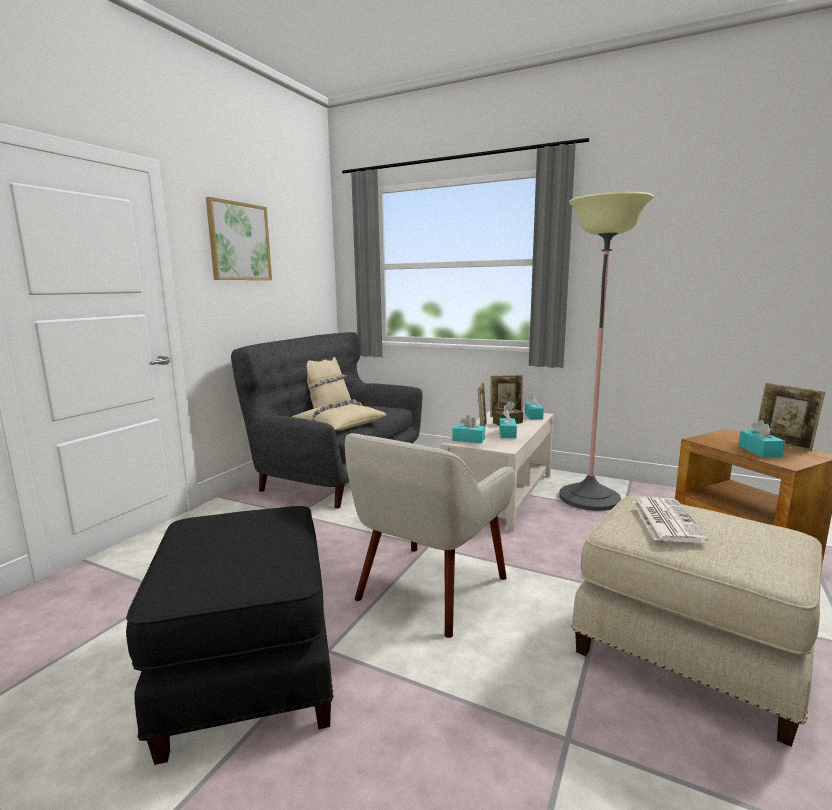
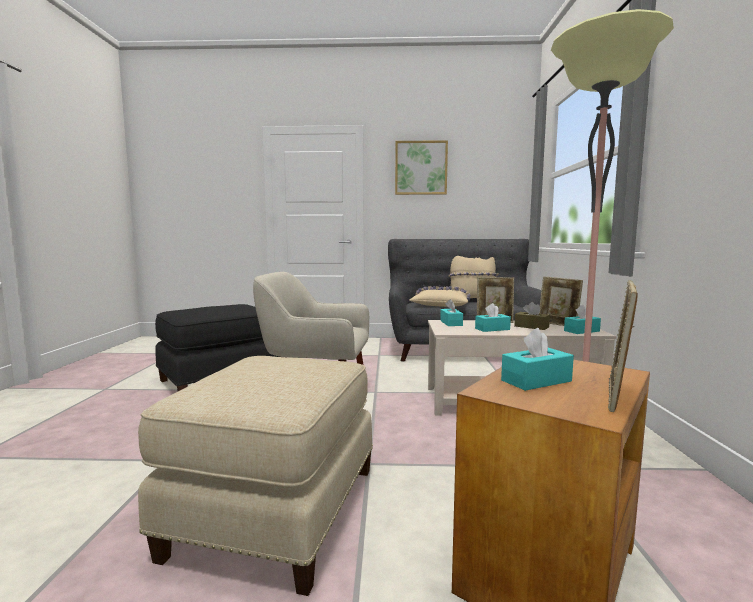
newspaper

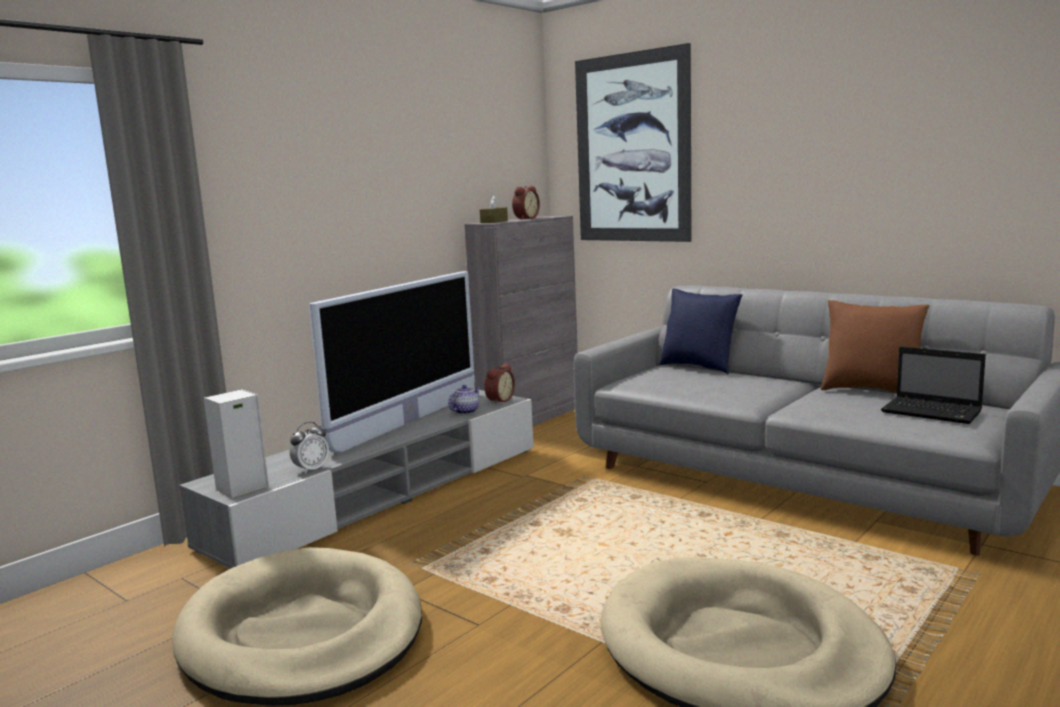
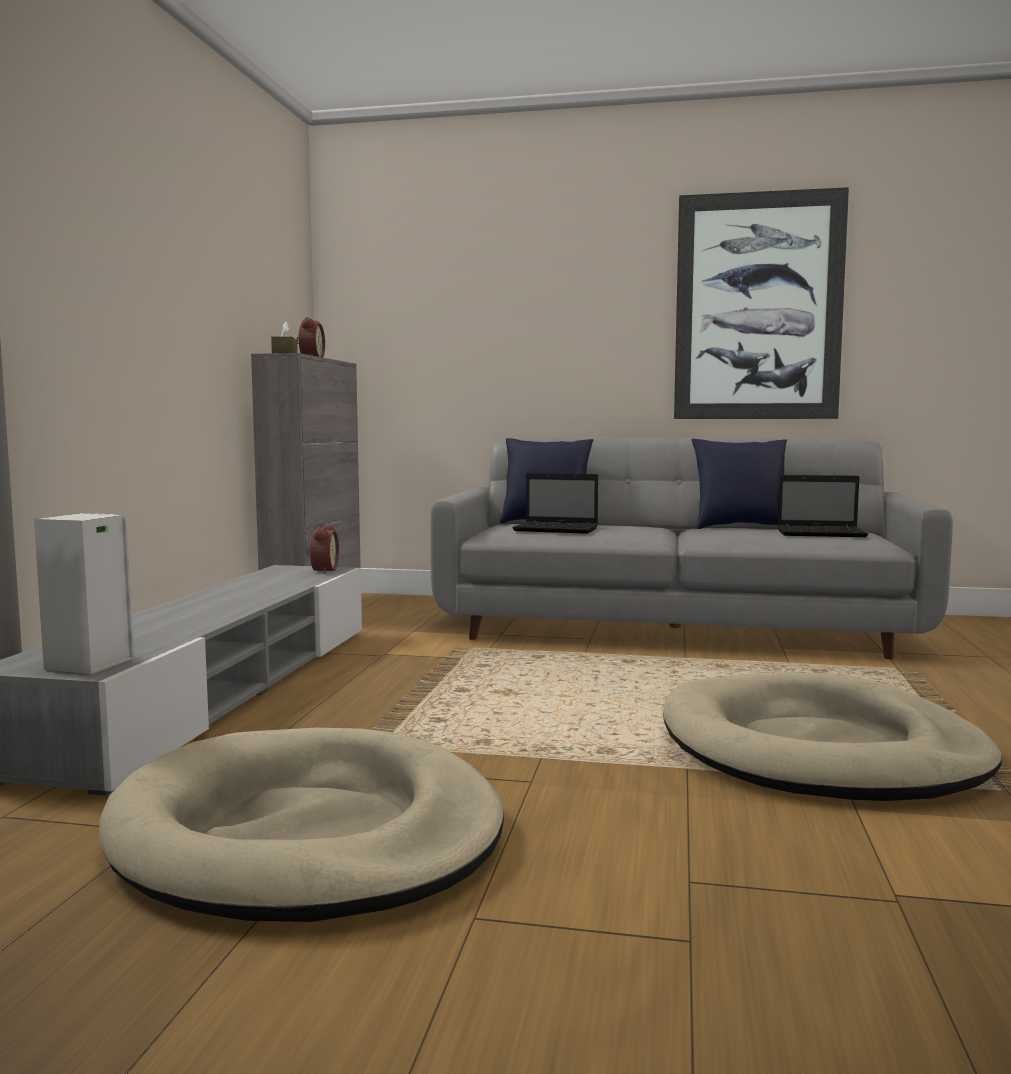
laptop (no. 1 from left)
picture
blue_pillow (no. 2 from left)
alarm_clock (no. 1 from left in the first image)
television
teapot

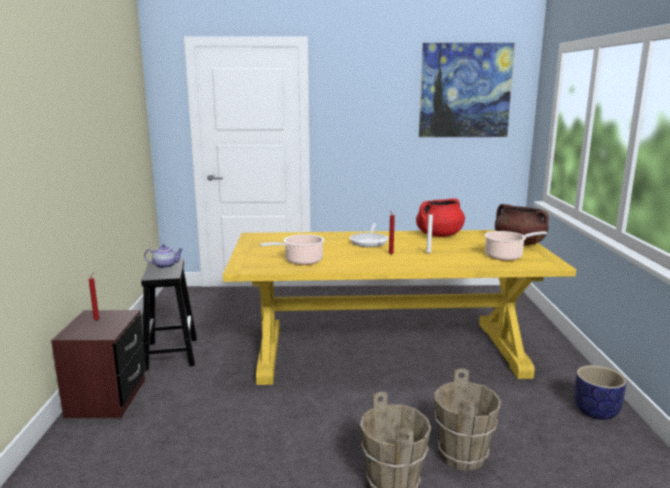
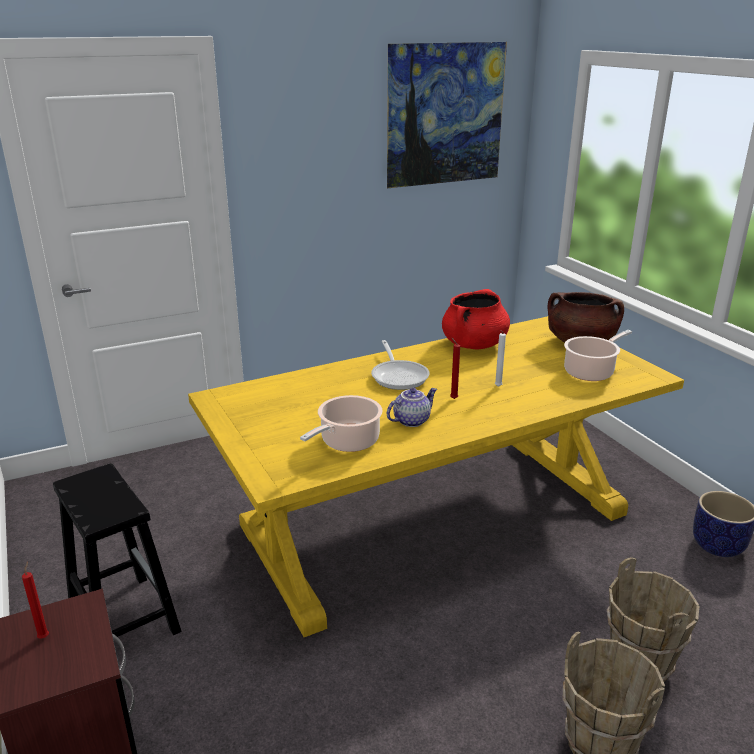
teapot

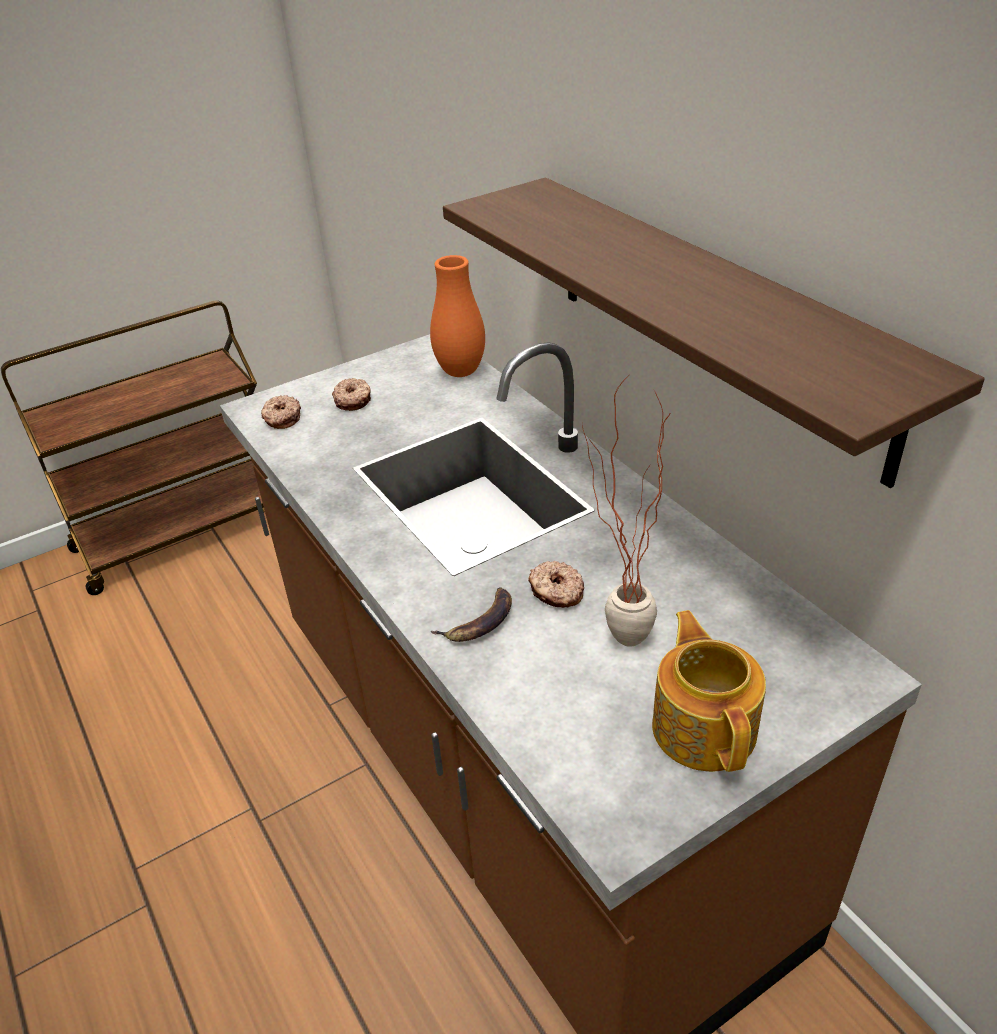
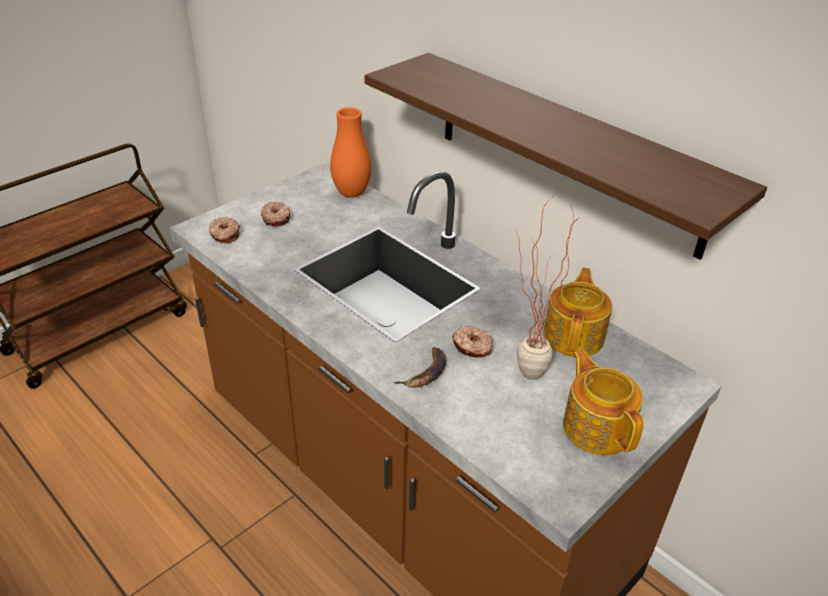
teapot (no. 1 from left)

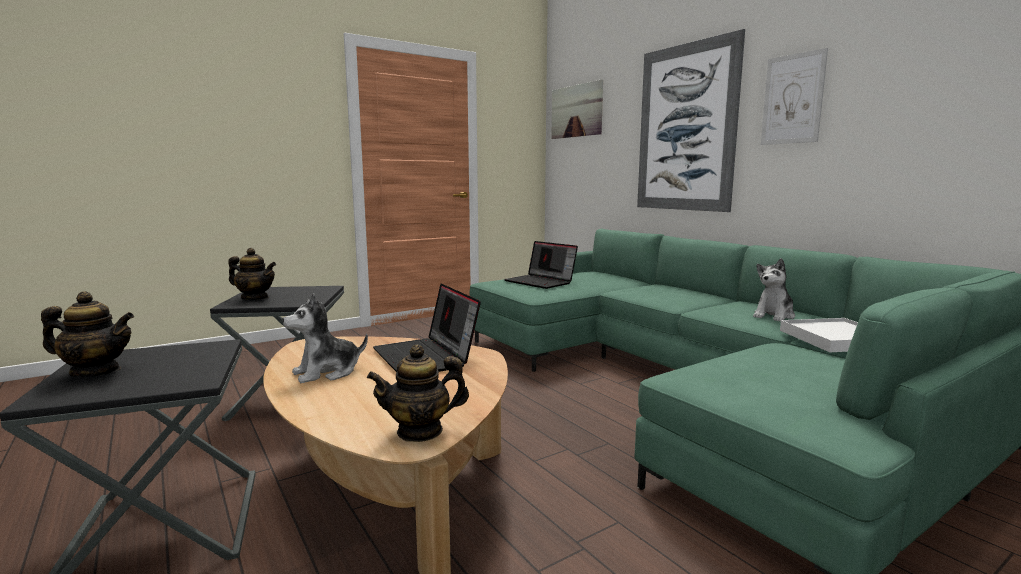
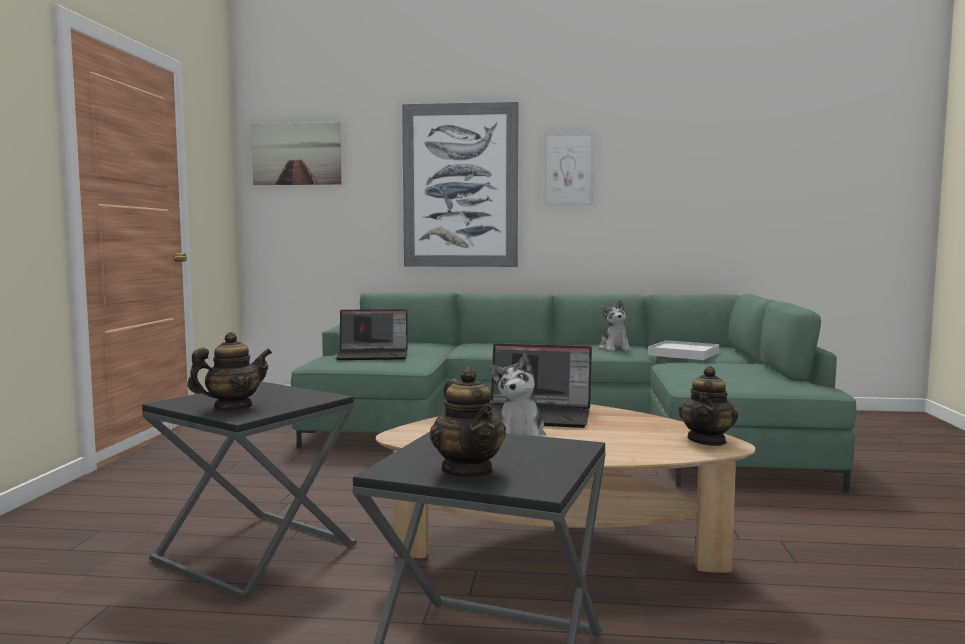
teapot (no. 2 from left)

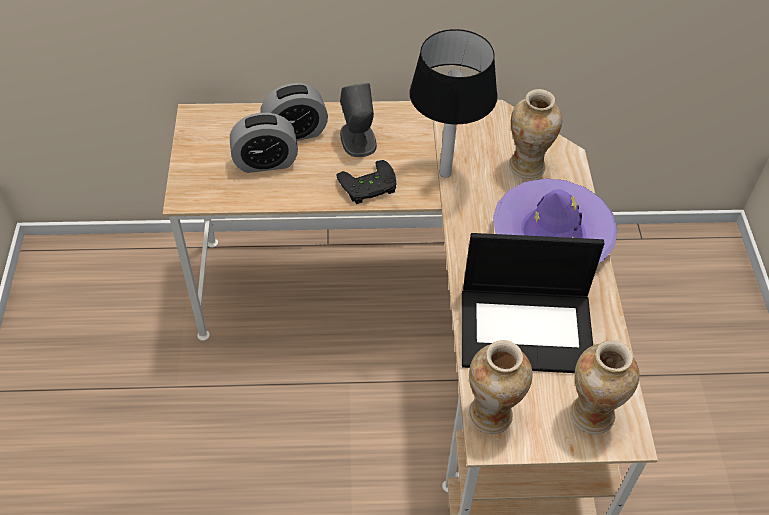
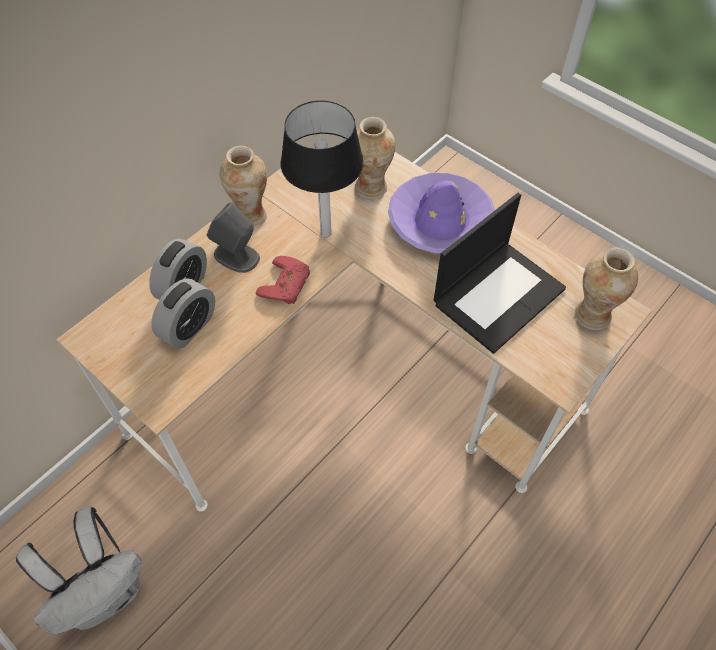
white_backpack
vase (no. 1 from left)
red_game_controller

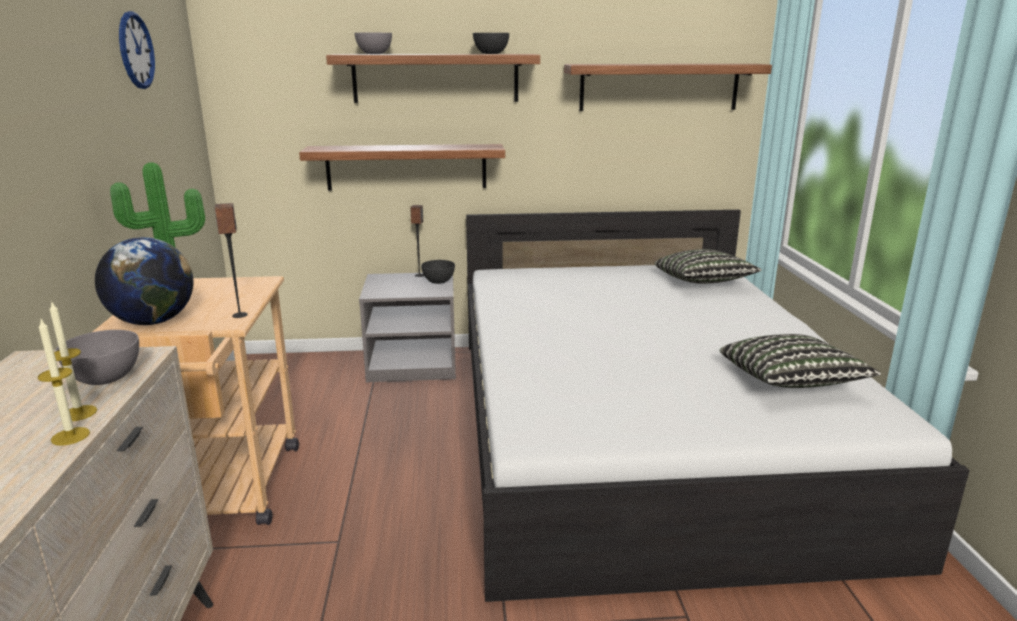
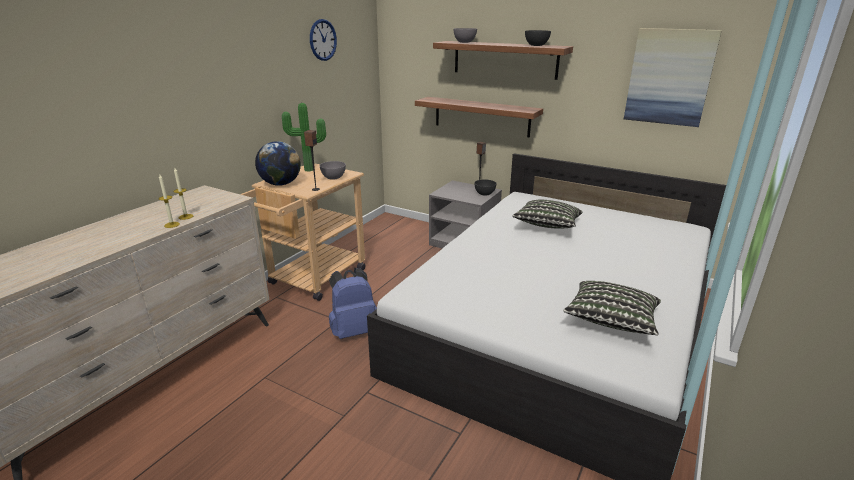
grey_bowl (no. 1 from left)
blue_backpack
pillow (no. 1 from left)
picture

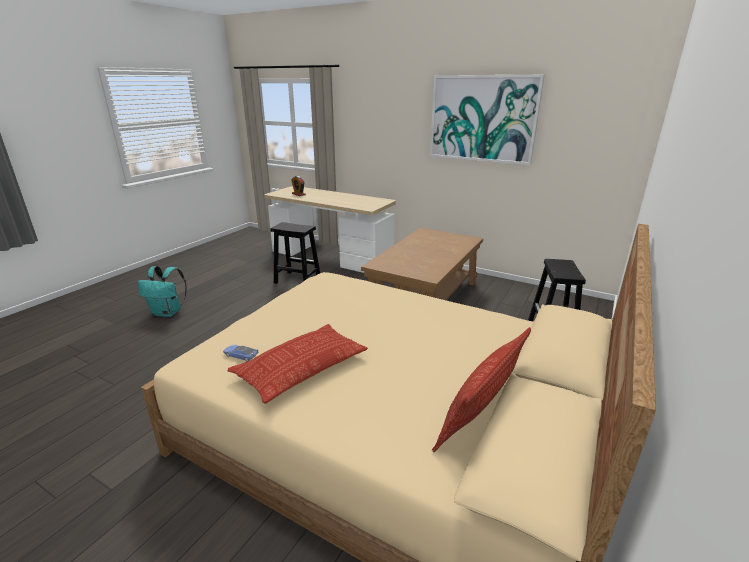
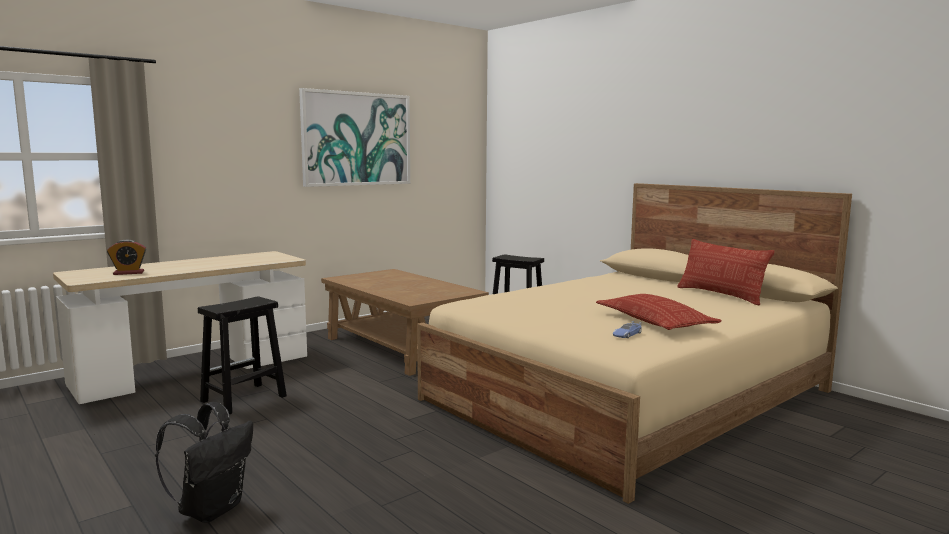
black_backpack

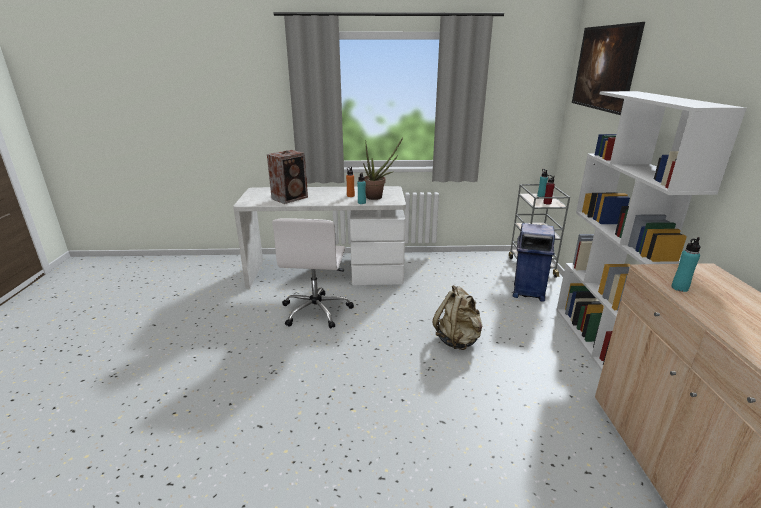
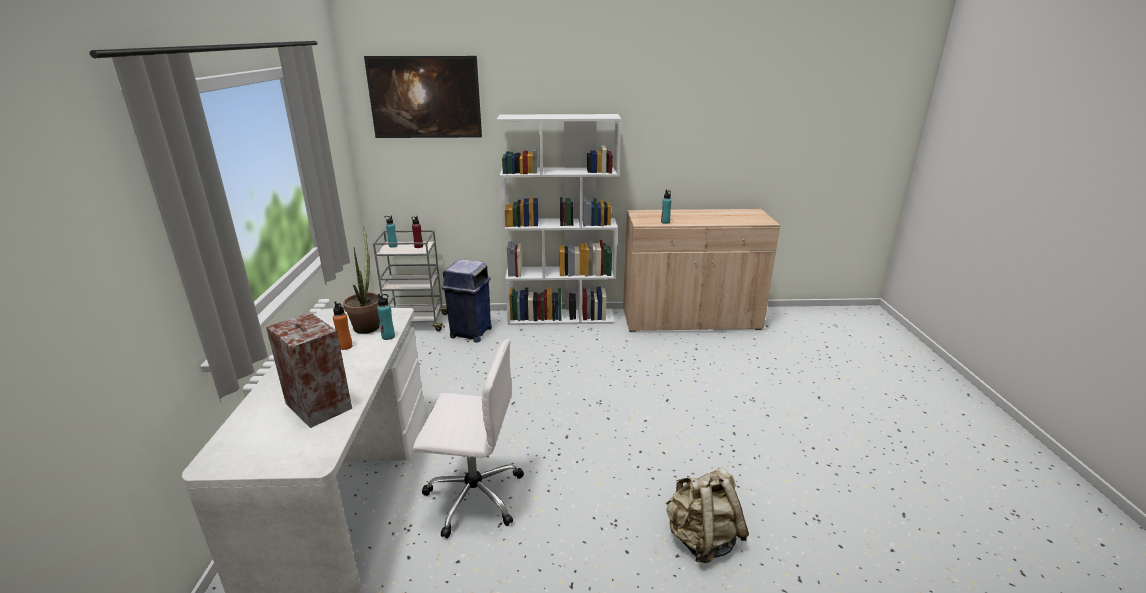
beige_backpack

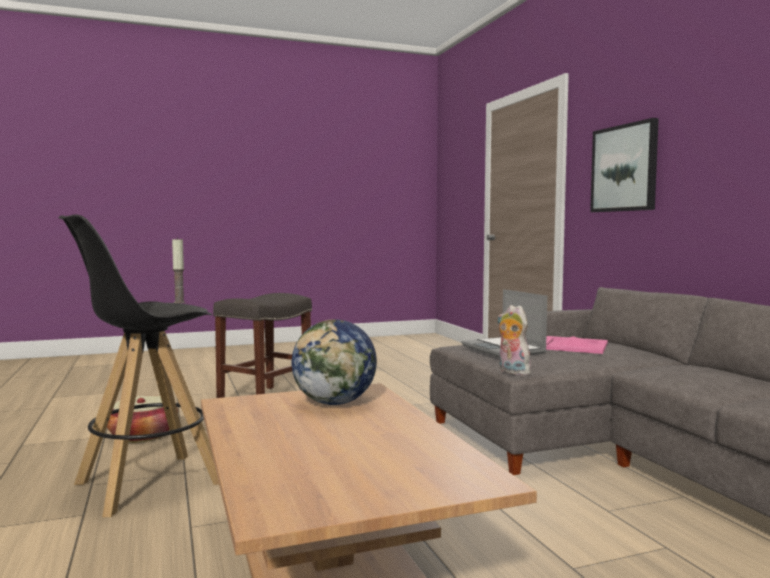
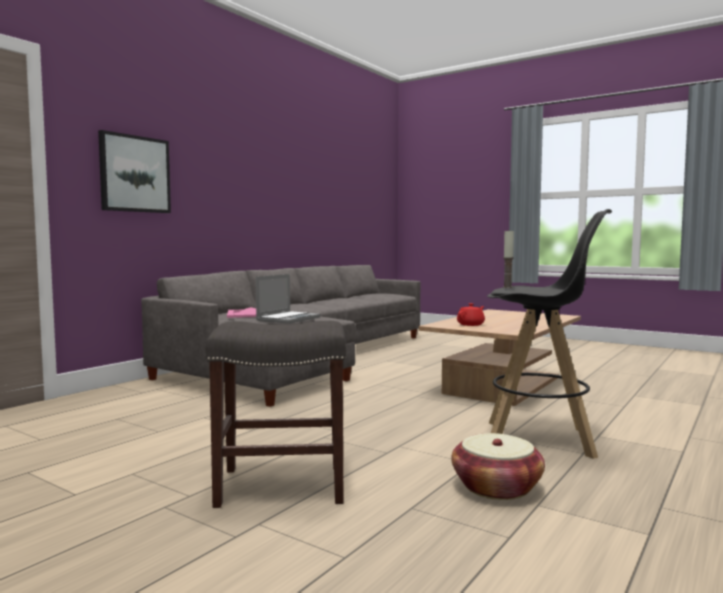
red_teapot
plush_toy

